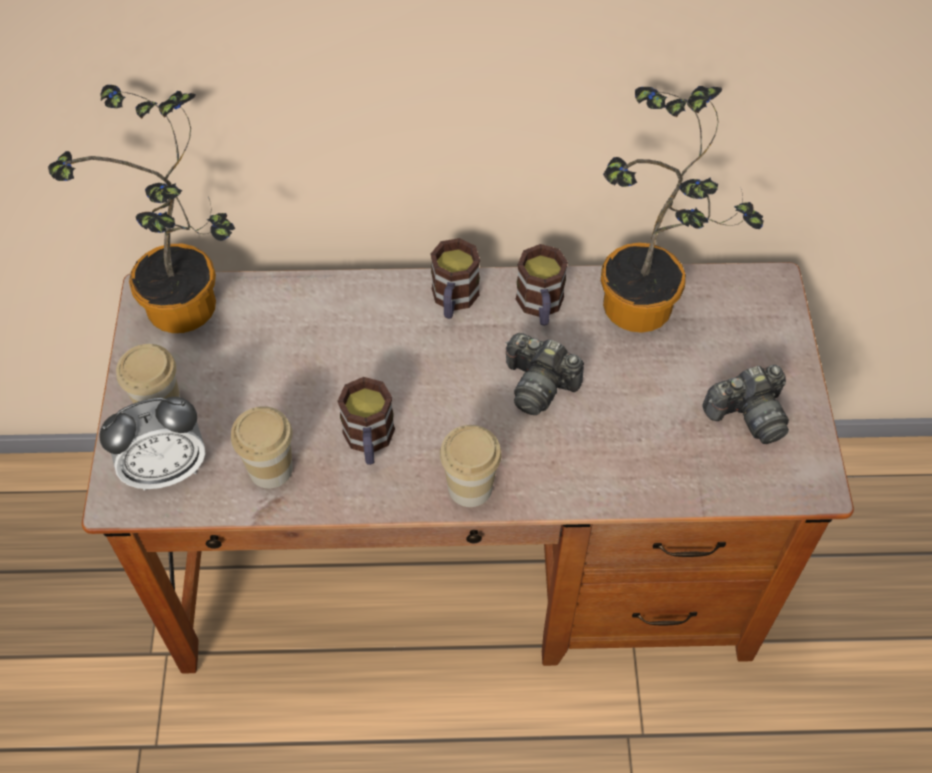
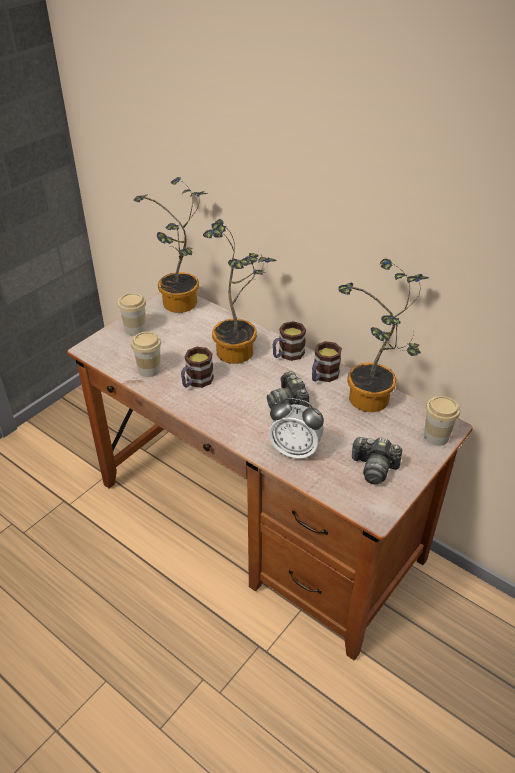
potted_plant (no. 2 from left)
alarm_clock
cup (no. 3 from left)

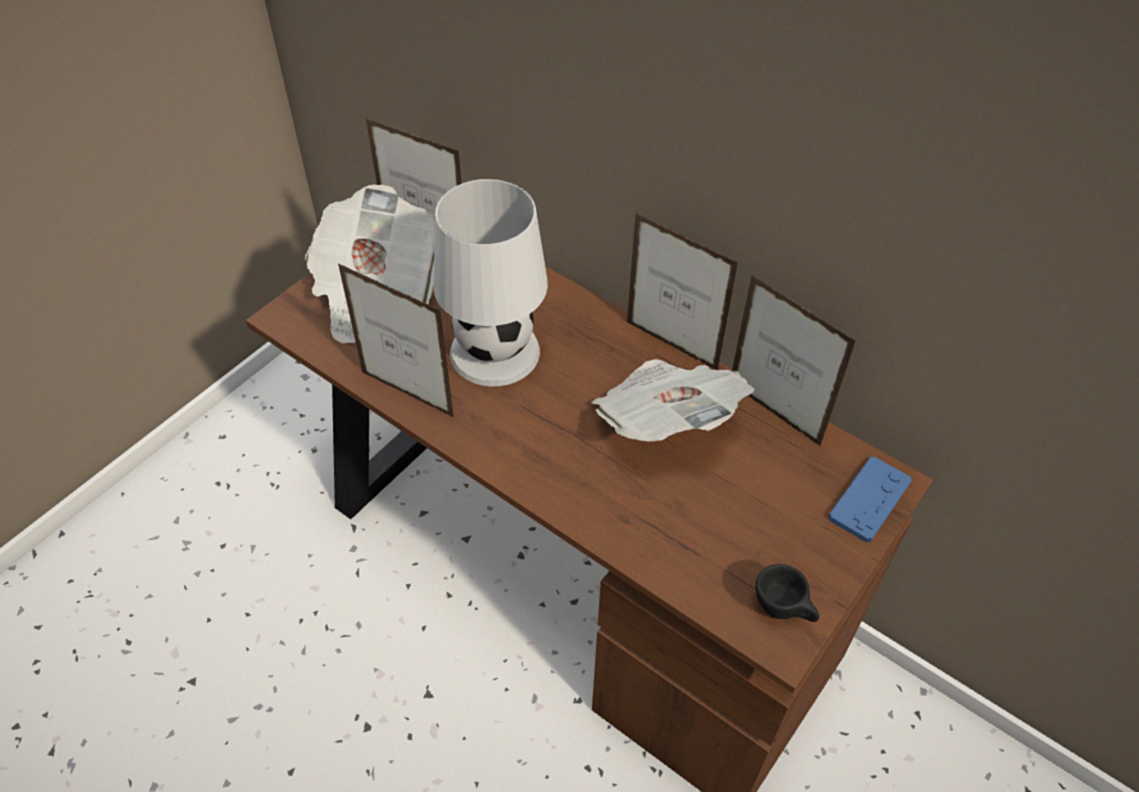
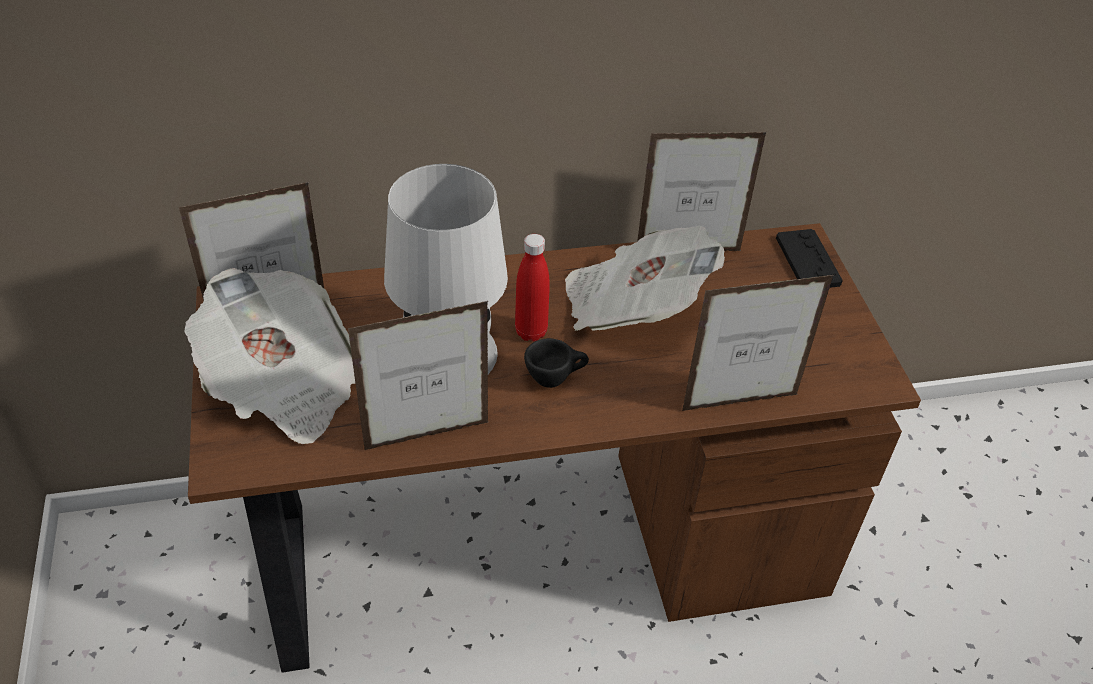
red_bottle
black_cup
picture_frame (no. 4 from left)
black_game_controller

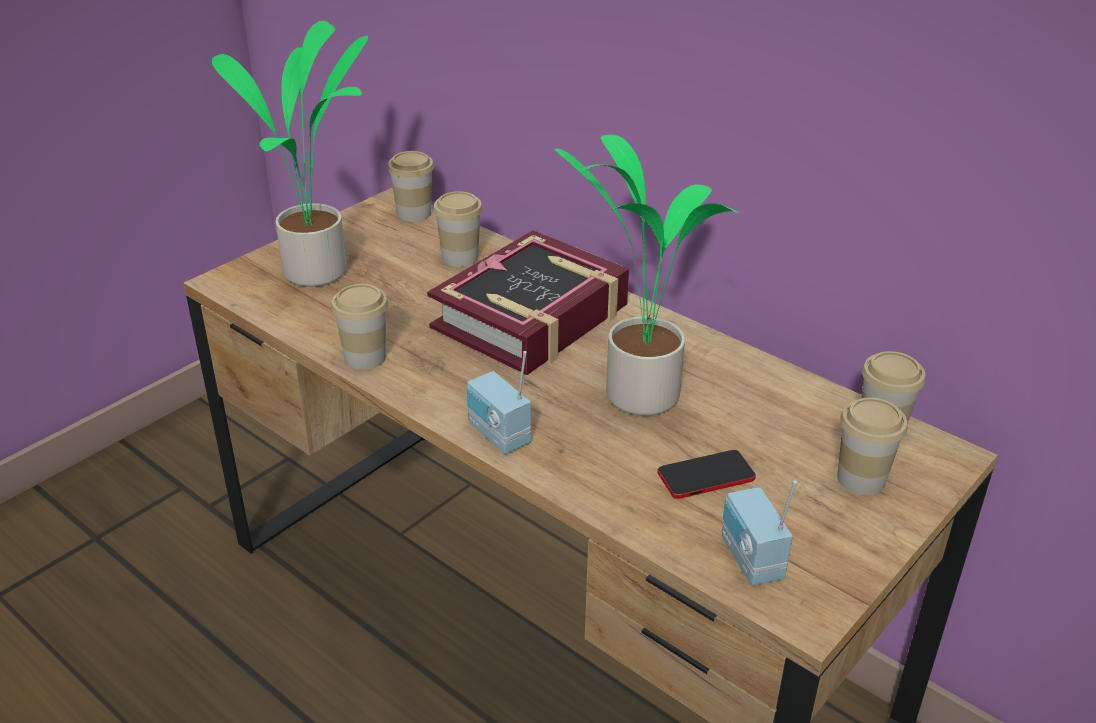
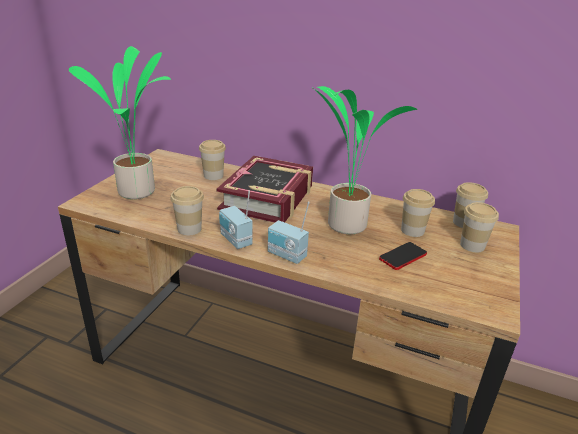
radio (no. 1 from left)
cup (no. 3 from left)

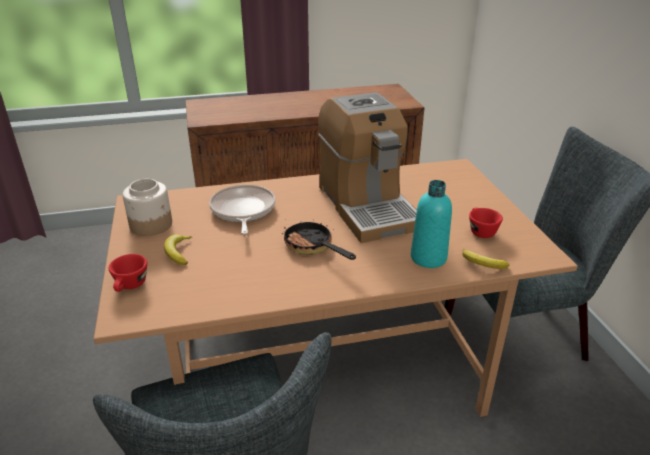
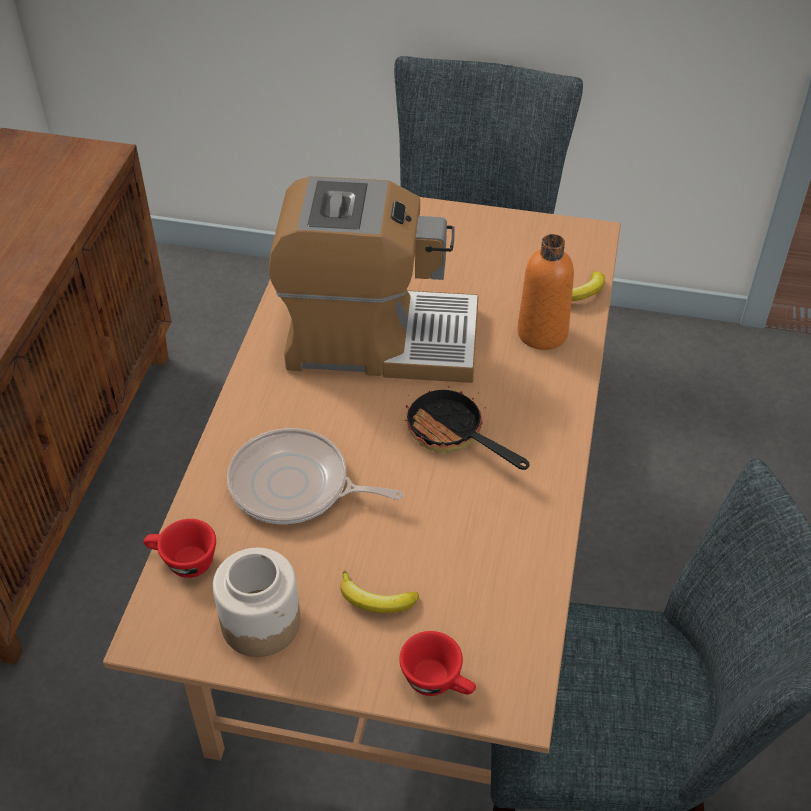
red_cup (no. 1 from left)
frying_pan (no. 2 from left)
orange_bottle

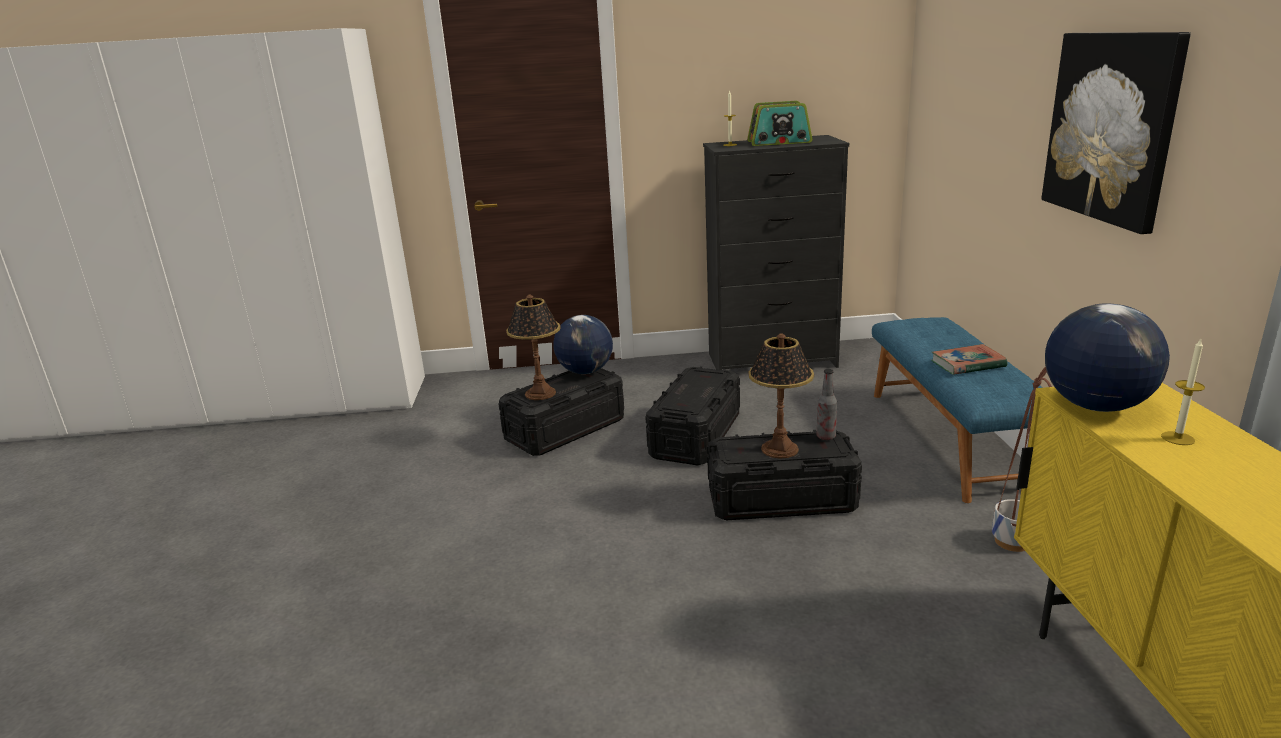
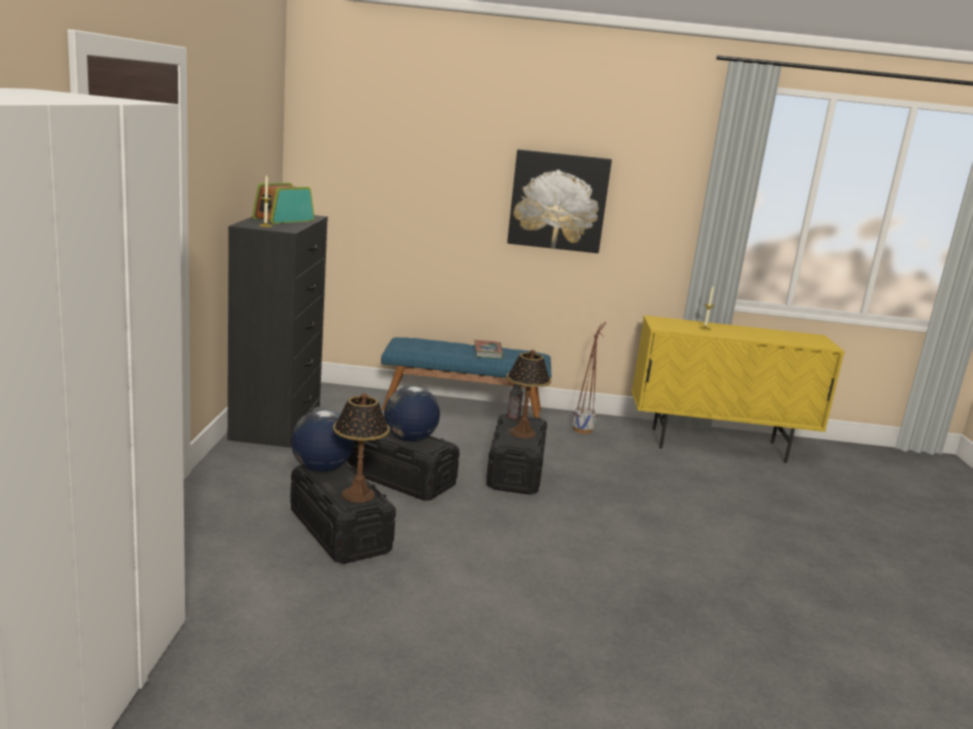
radio
globe (no. 2 from left)

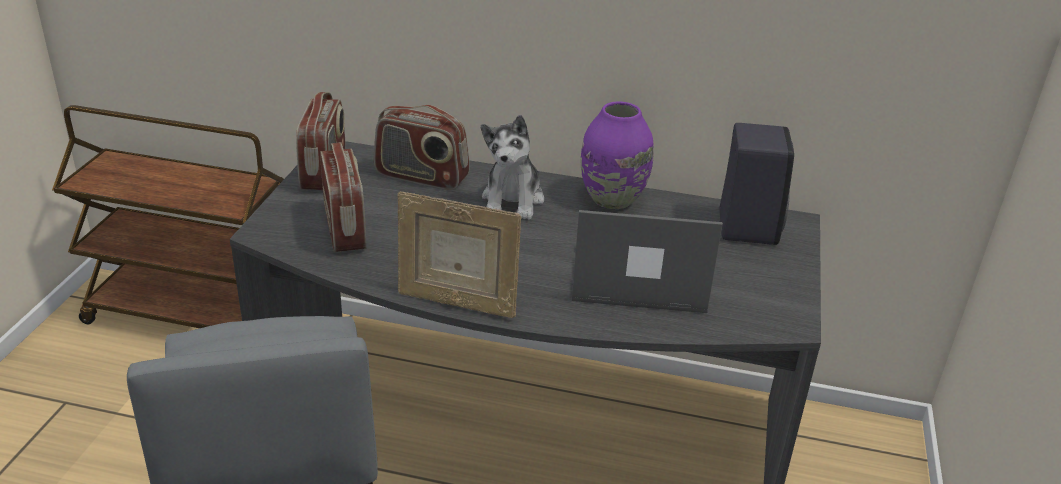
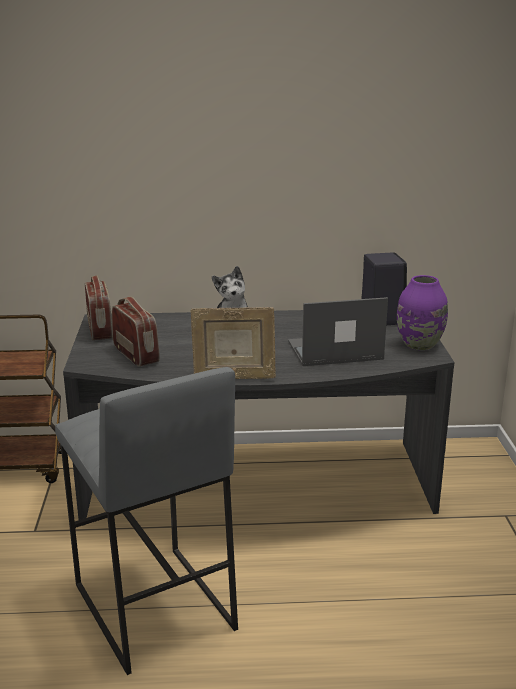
purple_vase
radio (no. 3 from left in the first image)

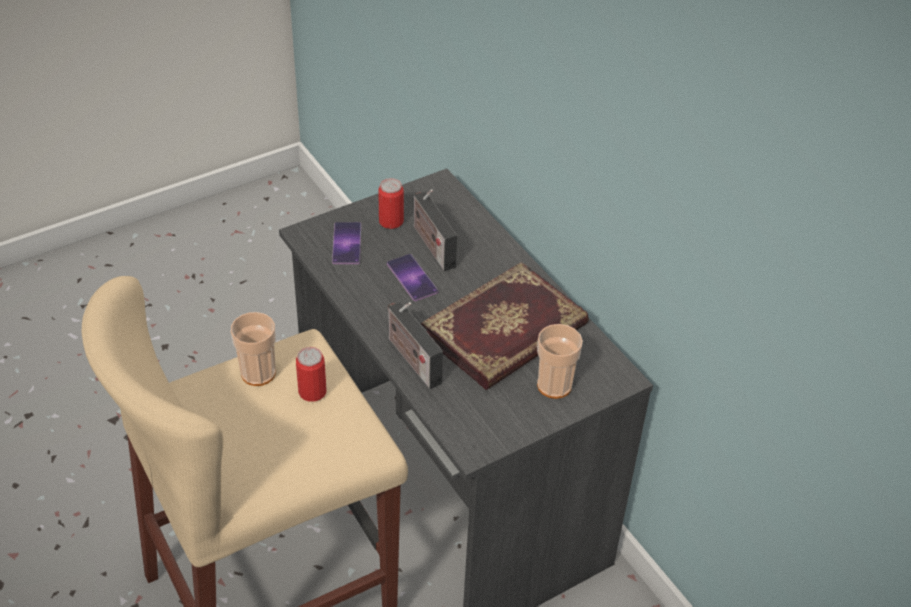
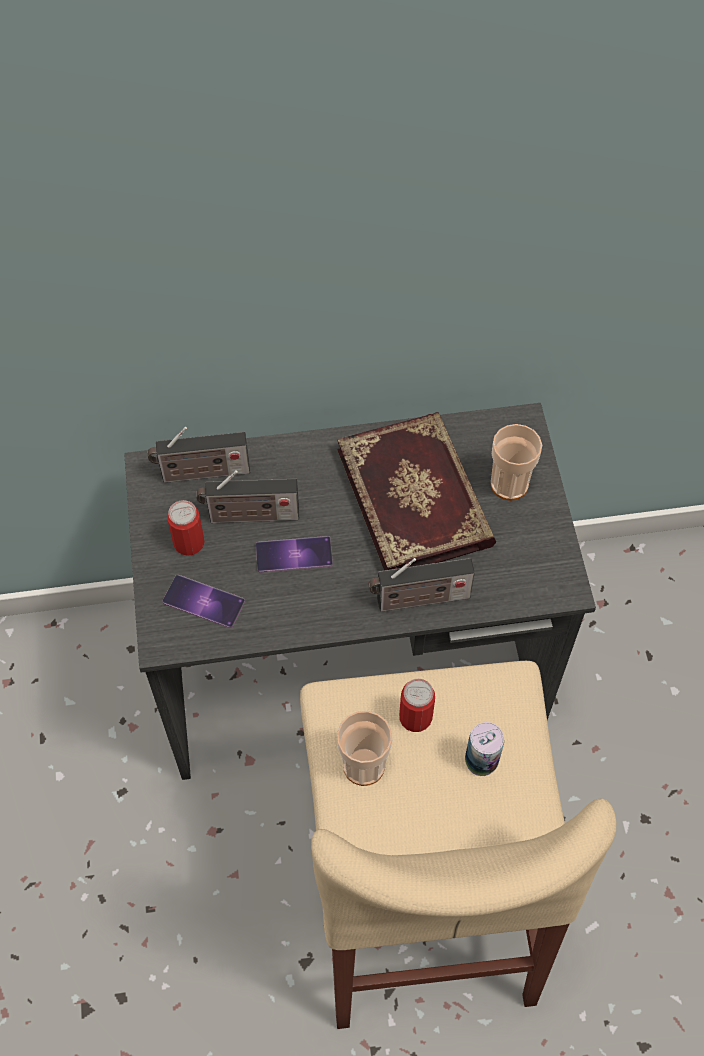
radio (no. 1 from left)
can (no. 3 from left)

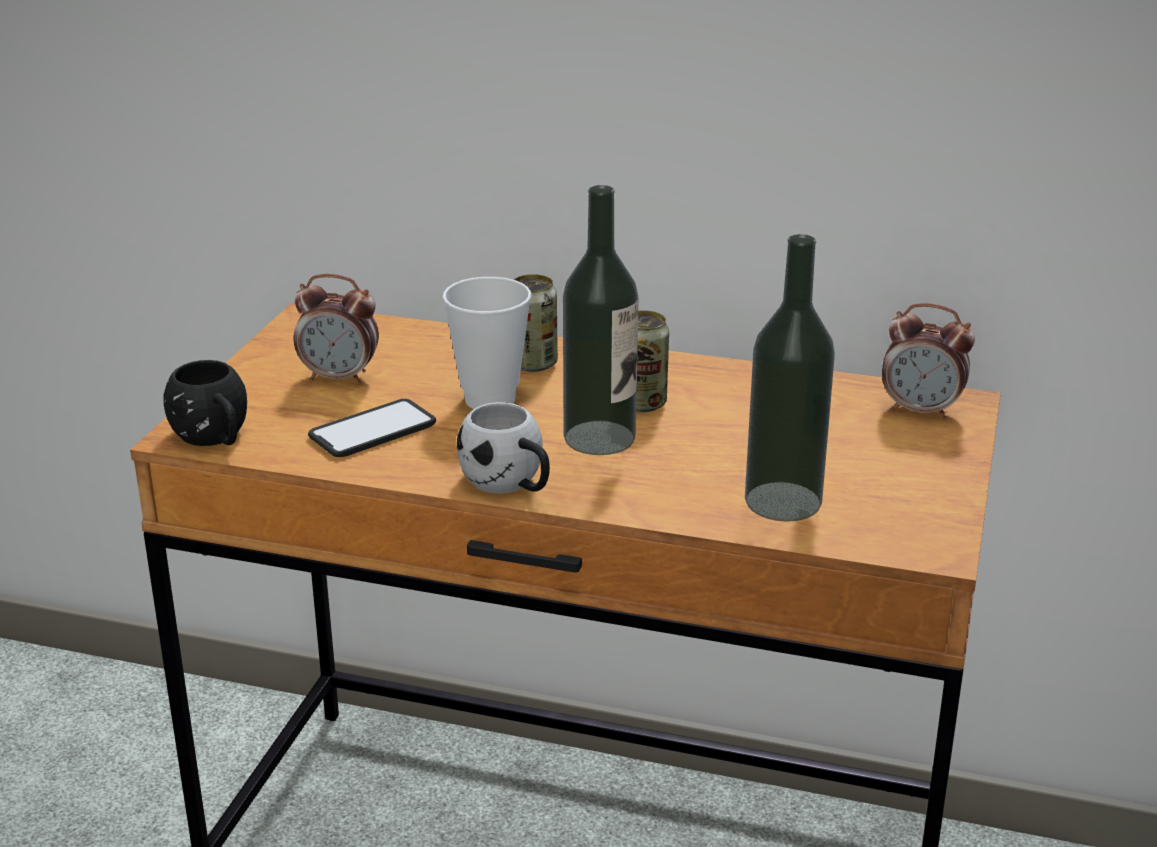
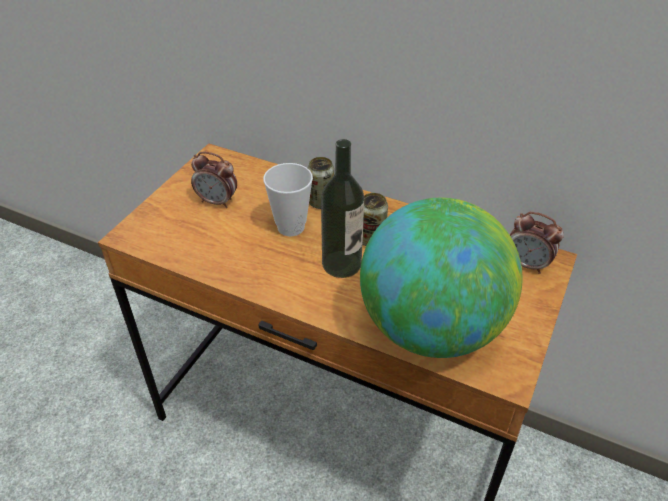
globe
black_mug
phone
white_mug

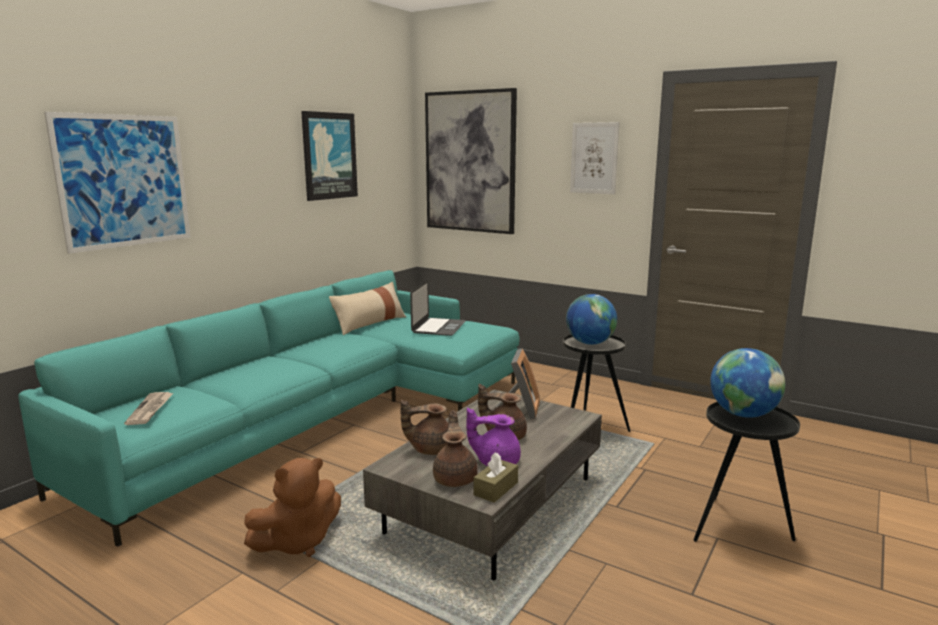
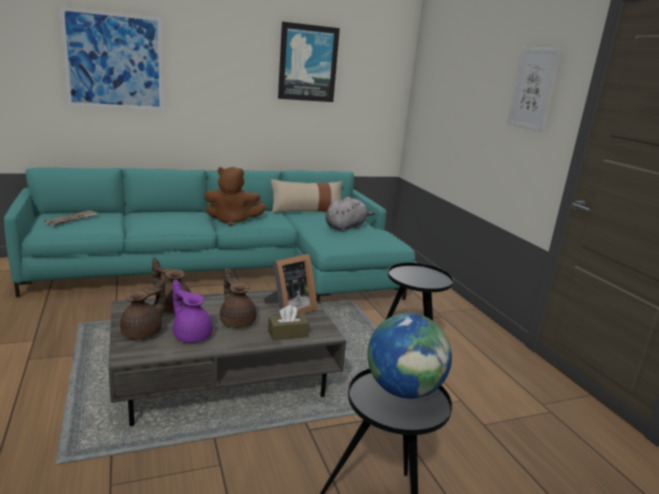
brown_plush_toy
brown_tissue_box
grey_plush_toy
picture (no. 3 from left in the first image)
globe (no. 1 from left in the first image)

